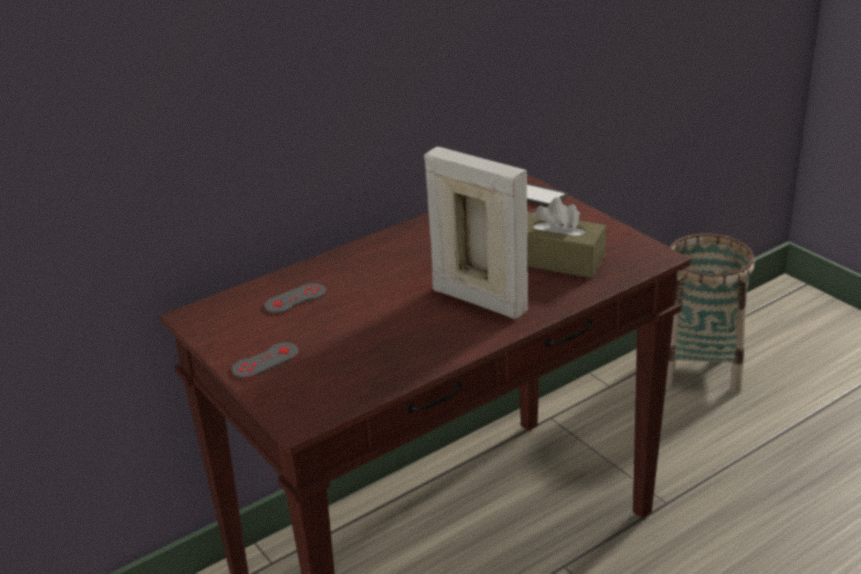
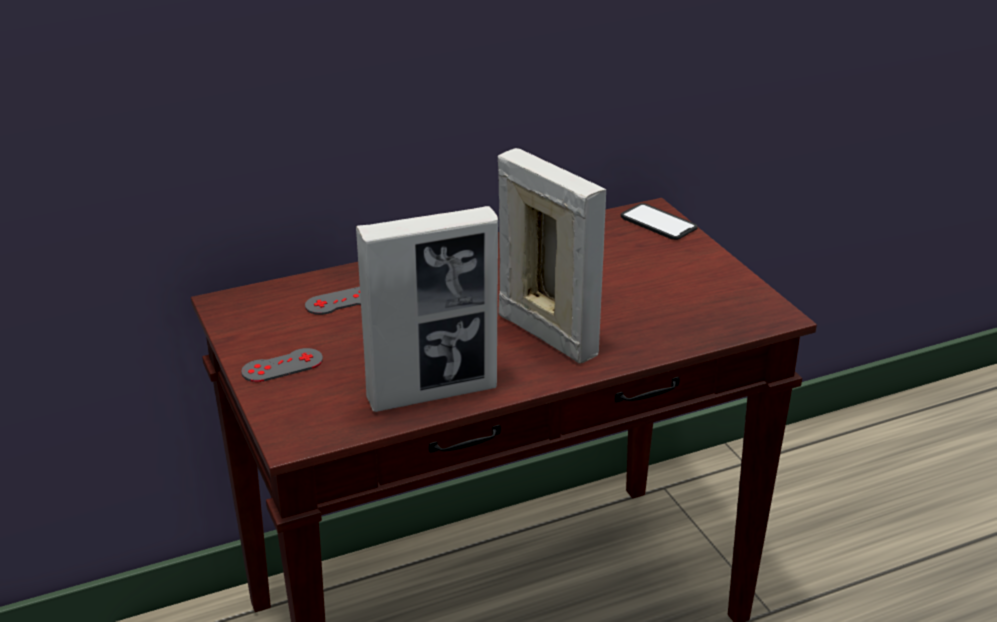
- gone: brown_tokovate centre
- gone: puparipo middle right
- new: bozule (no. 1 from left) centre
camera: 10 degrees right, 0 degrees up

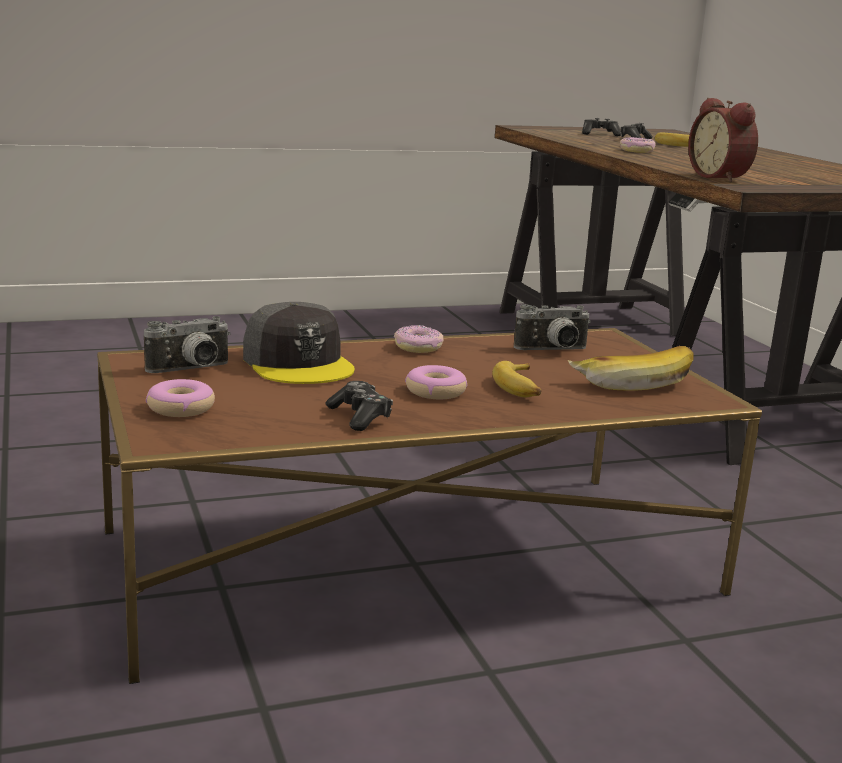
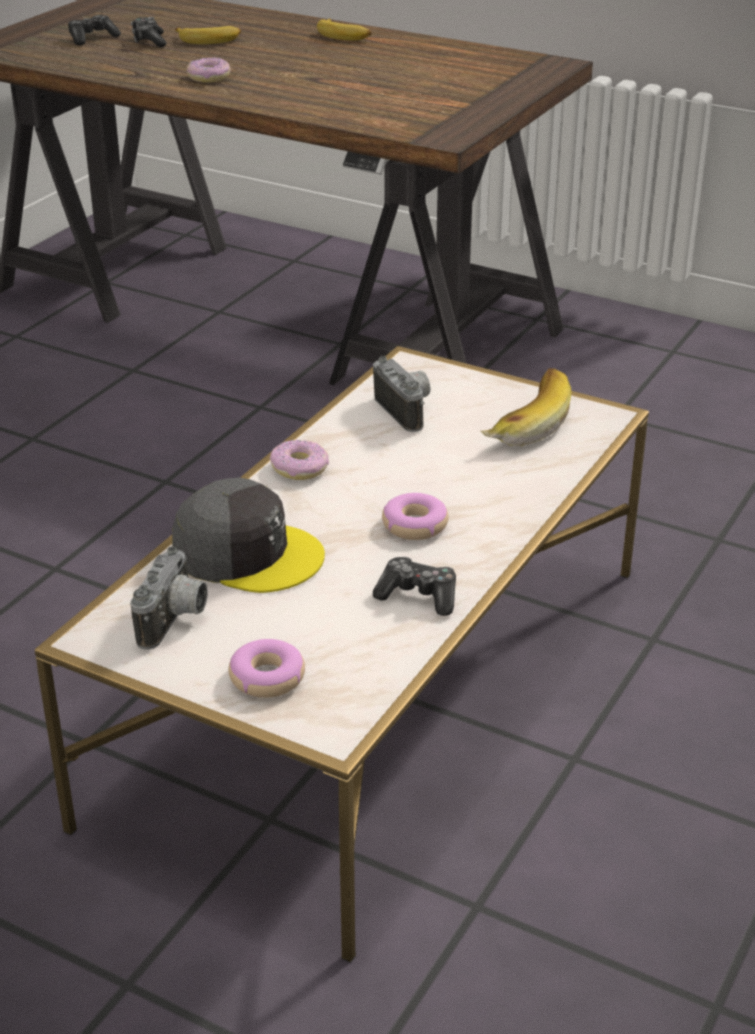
- gone: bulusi top right
- rotated: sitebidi (no. 2 from left) centre = centre 60 degrees counterclockwise
- repainted: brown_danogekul centre to white_danogekul centre
- shifted: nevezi (no. 1 from left in the first image) centre to nevezi (no. 2 from left) top centre
camera: 40 degrees left, 15 degrees up

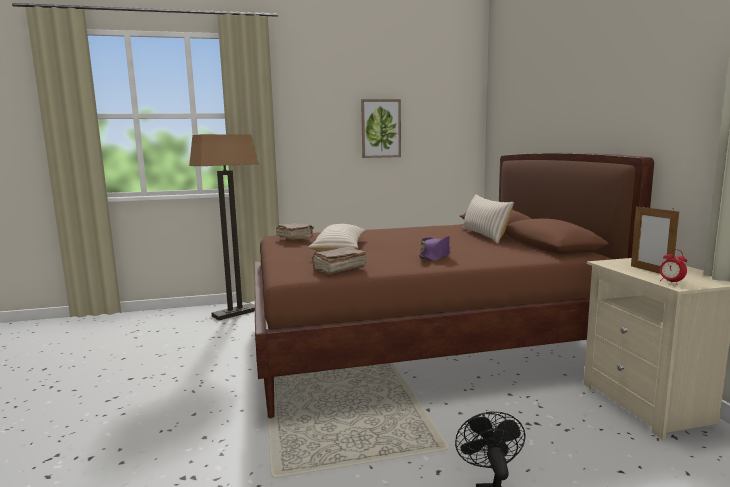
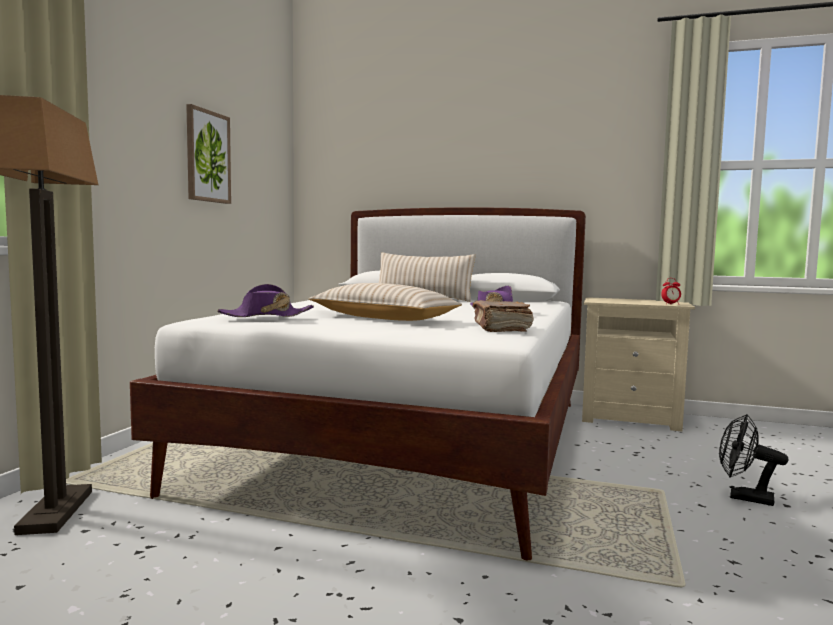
- repainted: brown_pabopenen centre to white_pabopenen centre
- gone: bozule middle right
- swapped: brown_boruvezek (no. 1 from left) centre to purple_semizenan (no. 1 from left) middle left
camera: 60 degrees left, 5 degrees down

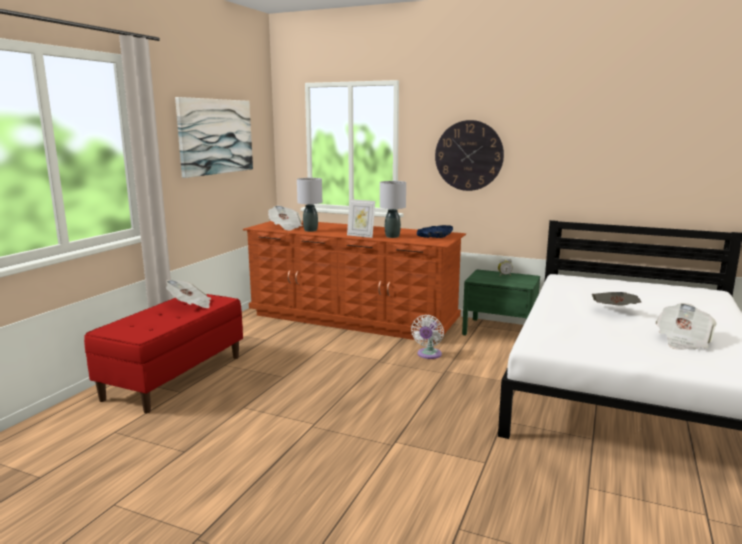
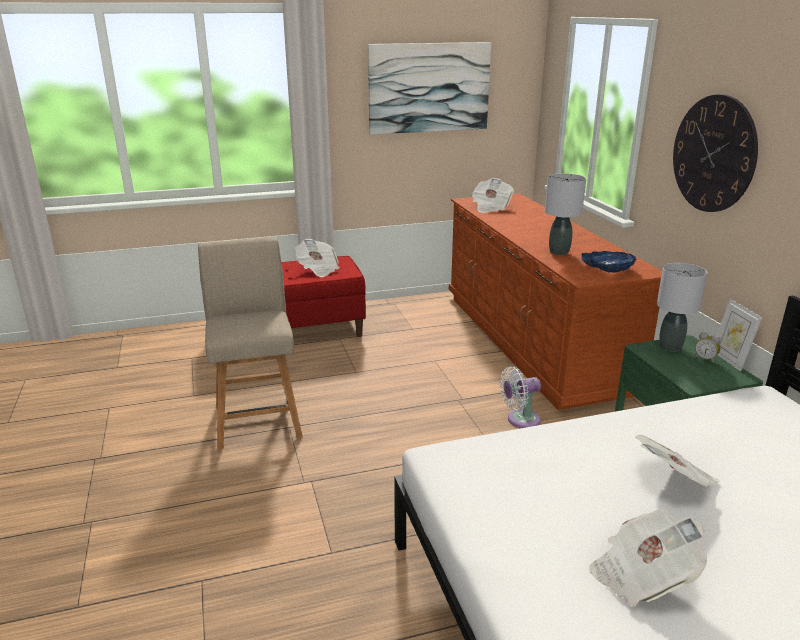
- shifted: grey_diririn (no. 1 from left in the first image) centre to grey_diririn (no. 2 from left) middle right
- shifted: bozule centre to middle right
- new: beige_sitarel middle left
camera: 50 degrees right, 10 degrees up

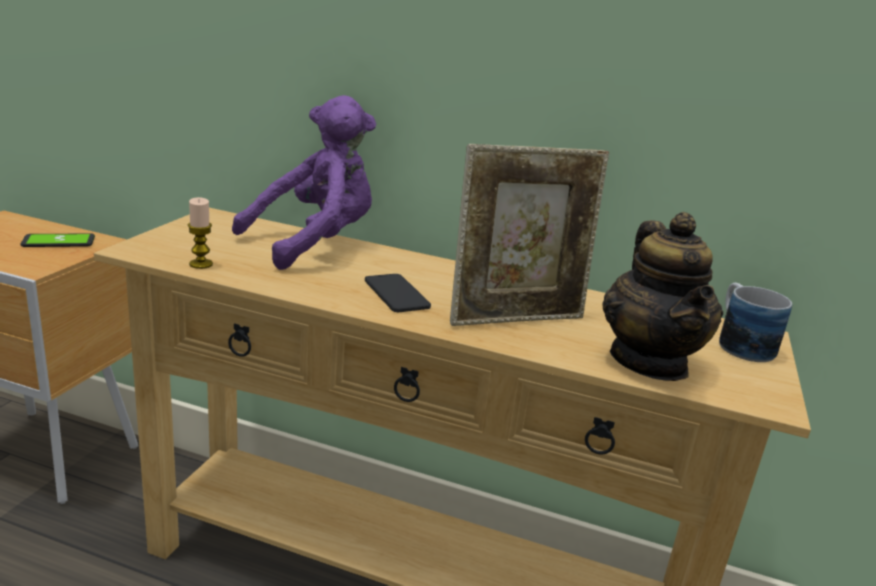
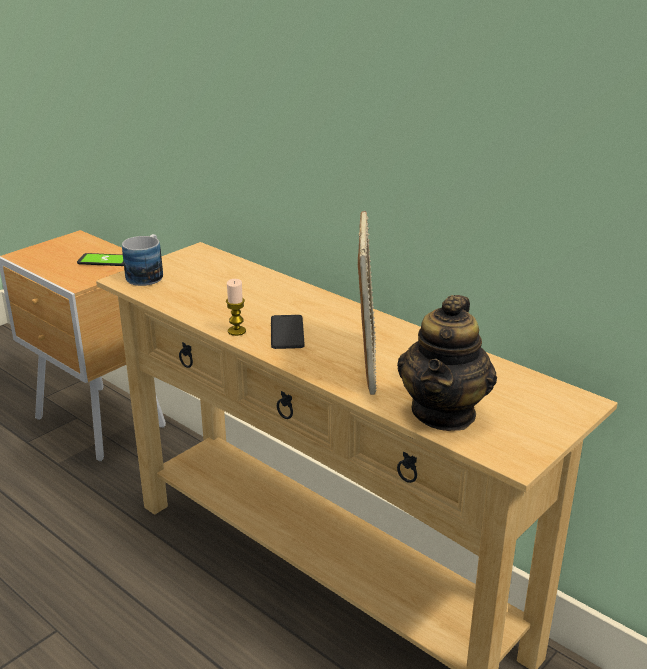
- gone: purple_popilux top centre
- rotated: bozule centre = centre 90 degrees counterclockwise
- shifted: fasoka middle left to centre
- shifted: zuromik middle right to middle left
camera: 25 degrees right, 5 degrees up

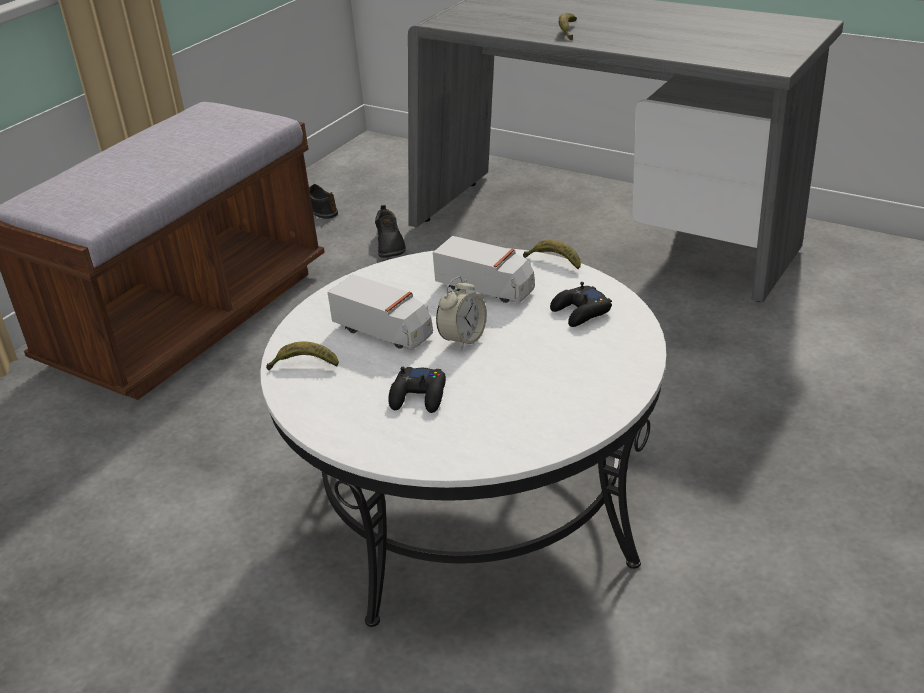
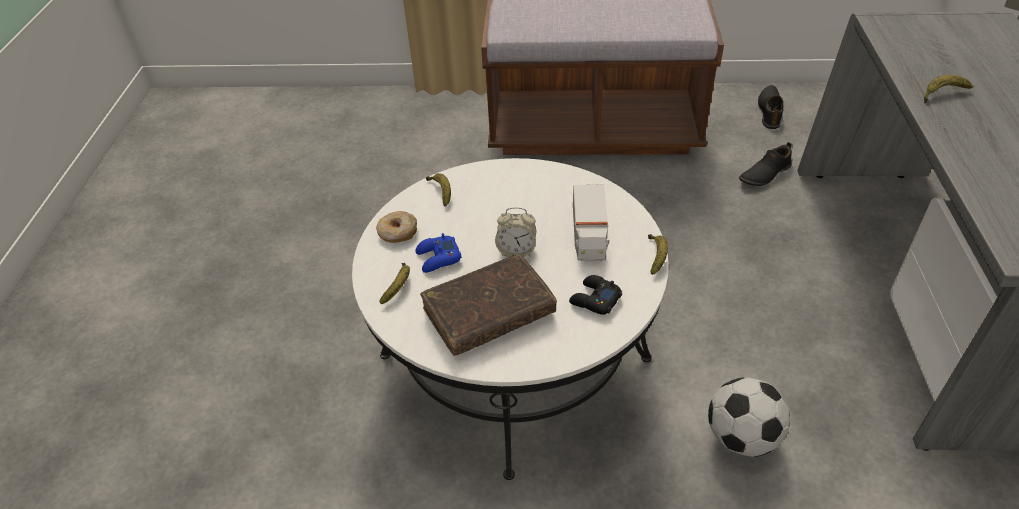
- gone: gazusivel (no. 1 from left) centre
- repainted: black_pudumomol (no. 1 from left) centre to blue_pudumomol centre
- new: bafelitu centre
- new: brown_boruvezek centre
- new: nevezi (no. 1 from left) centre
- new: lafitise bottom right
camera: 60 degrees right, 10 degrees up

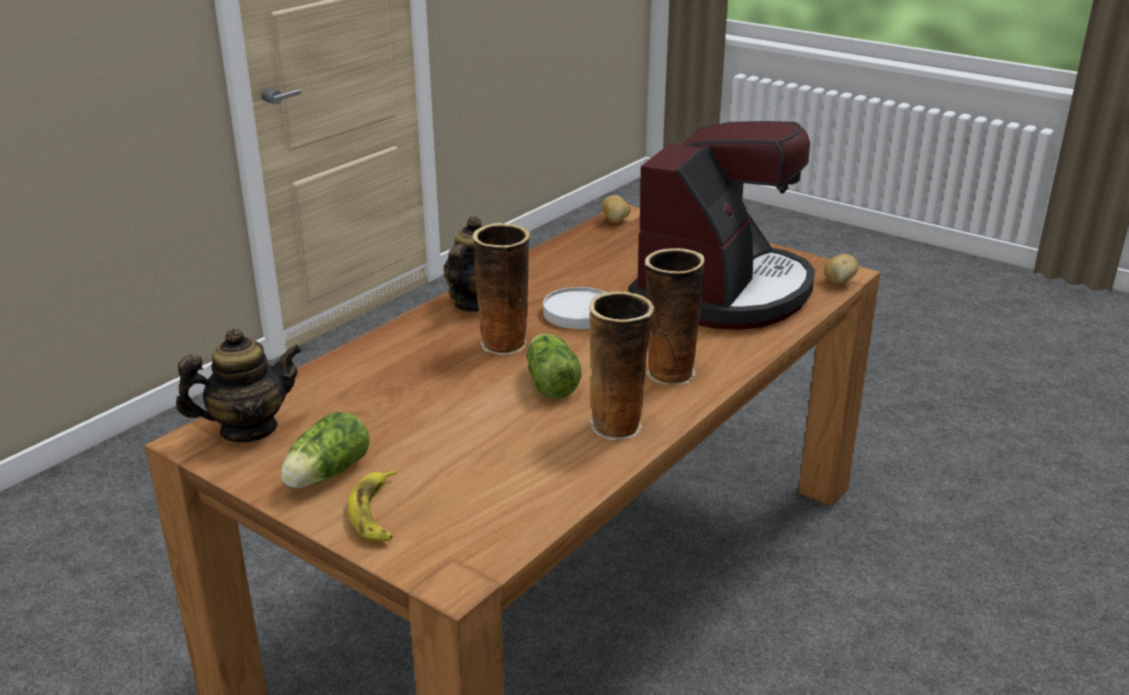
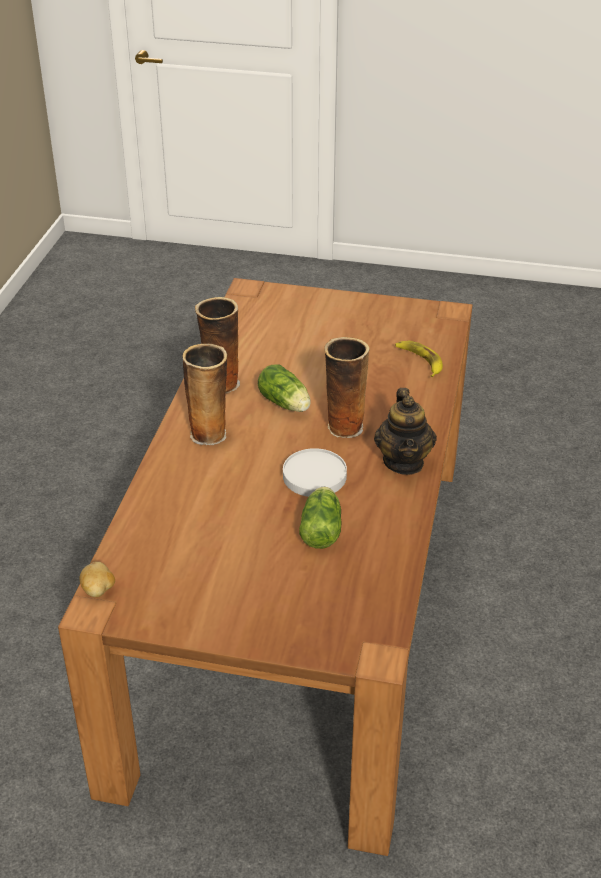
- gone: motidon top centre
- gone: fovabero (no. 1 from left) top centre
- gone: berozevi (no. 1 from left) middle left
- shifted: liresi (no. 1 from left in the first image) middle left to liresi (no. 2 from left) centre
- shifted: nevezi bottom left to middle right
camera: 155 degrees right, 10 degrees up

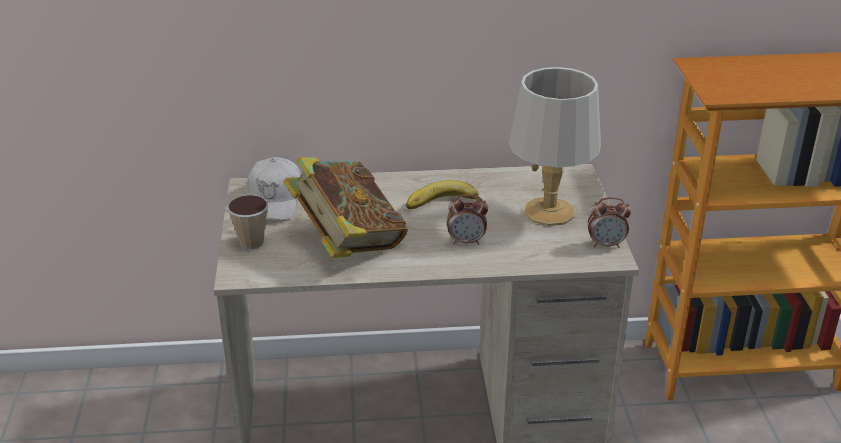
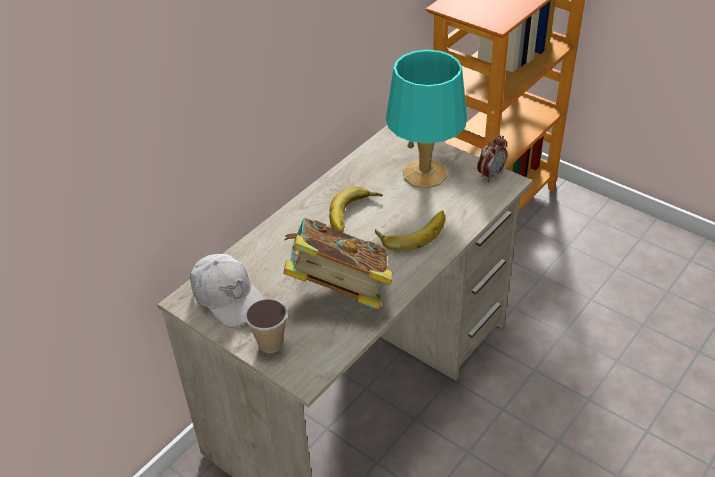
- repainted: grey_diririn top centre to turquoise_diririn top centre
- swapped: bulusi (no. 1 from left) centre to nevezi (no. 2 from left) centre
camera: 45 degrees left, 10 degrees up

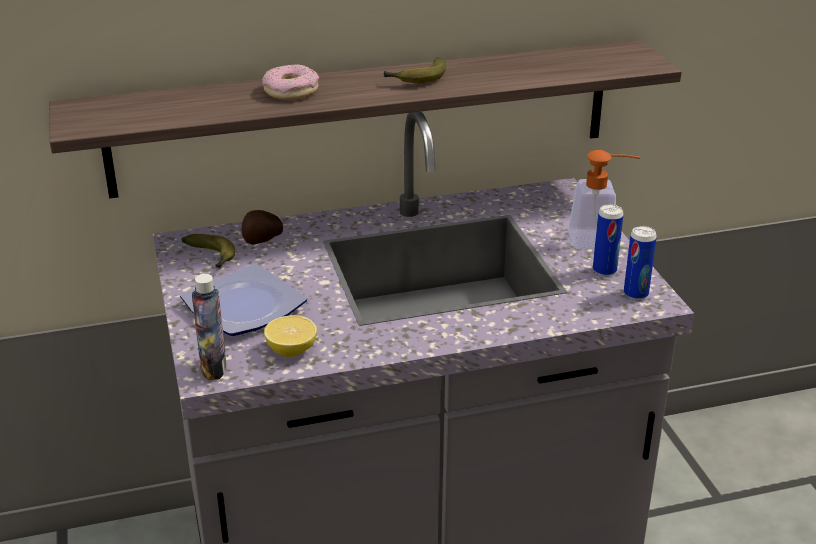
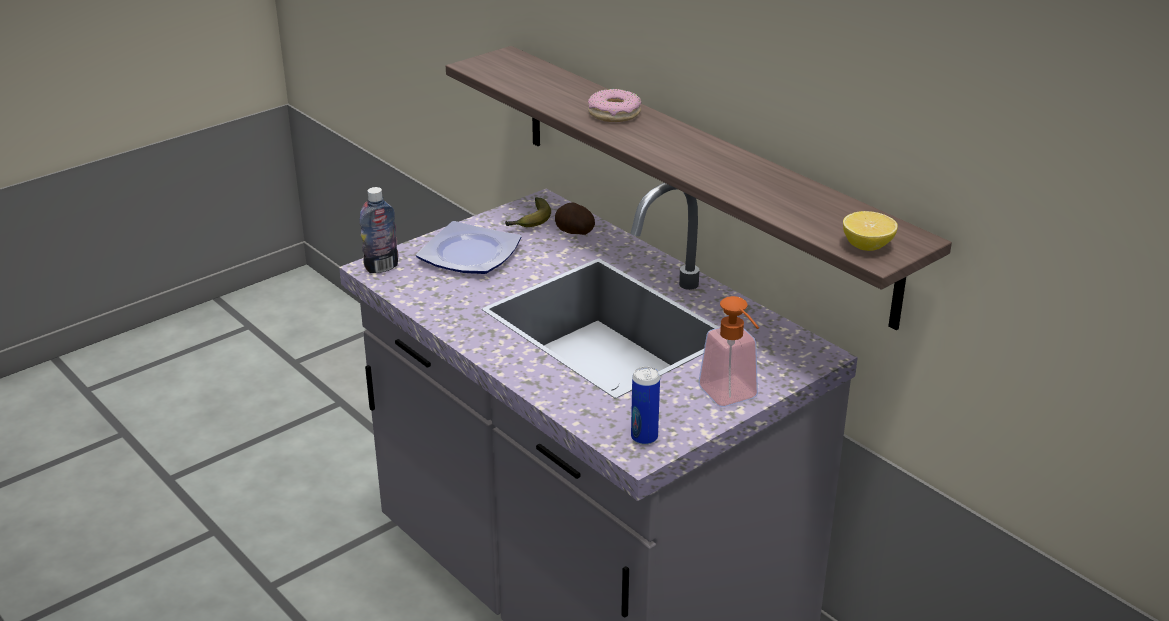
- gone: nevezi (no. 2 from left) top centre
- gone: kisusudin (no. 1 from left) middle right
- shifted: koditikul centre to middle right
camera: 65 degrees right, 0 degrees up

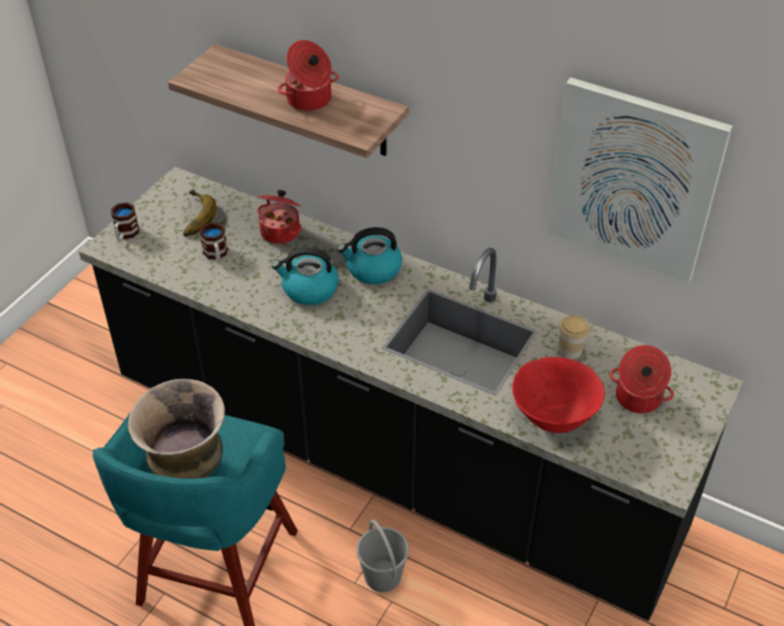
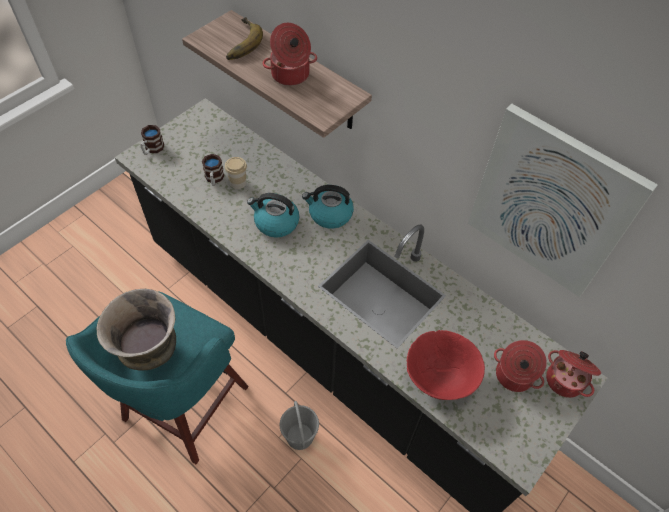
- shifted: nevezi middle left to top centre
- shifted: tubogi (no. 1 from left in the first image) centre to tubogi (no. 3 from left) bottom right
- shifted: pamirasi middle right to centre
camera: 10 degrees right, 10 degrees up

